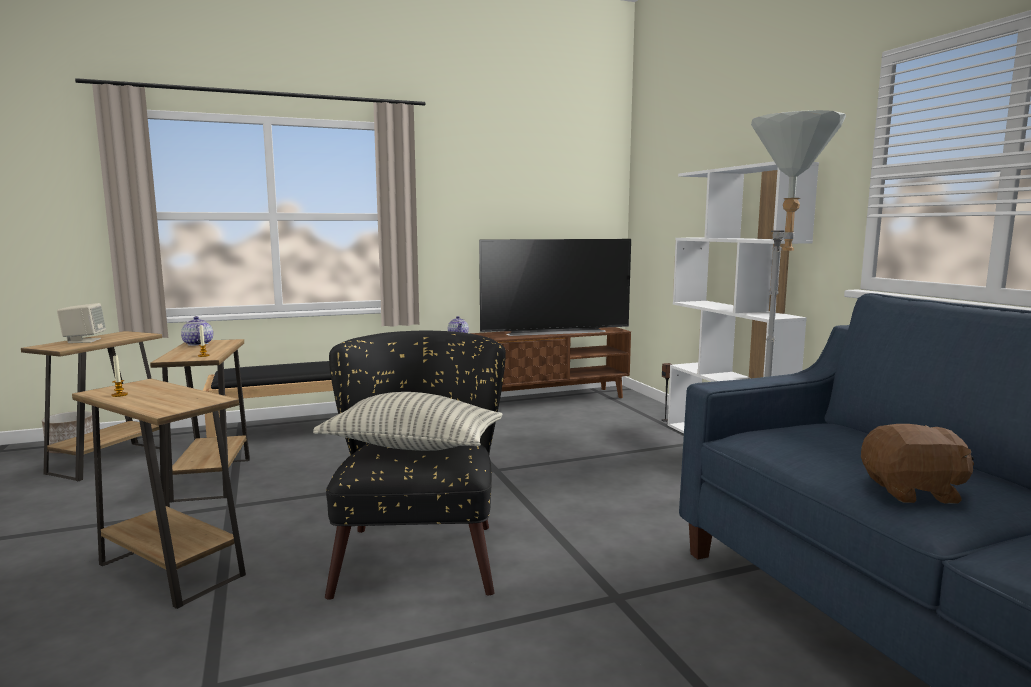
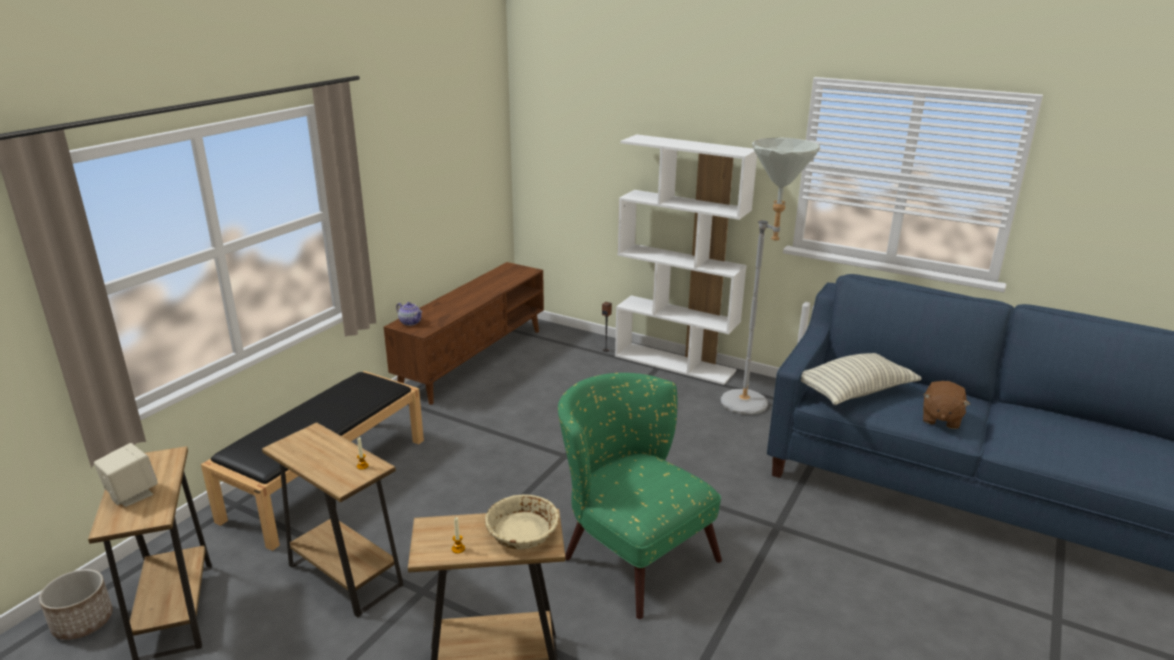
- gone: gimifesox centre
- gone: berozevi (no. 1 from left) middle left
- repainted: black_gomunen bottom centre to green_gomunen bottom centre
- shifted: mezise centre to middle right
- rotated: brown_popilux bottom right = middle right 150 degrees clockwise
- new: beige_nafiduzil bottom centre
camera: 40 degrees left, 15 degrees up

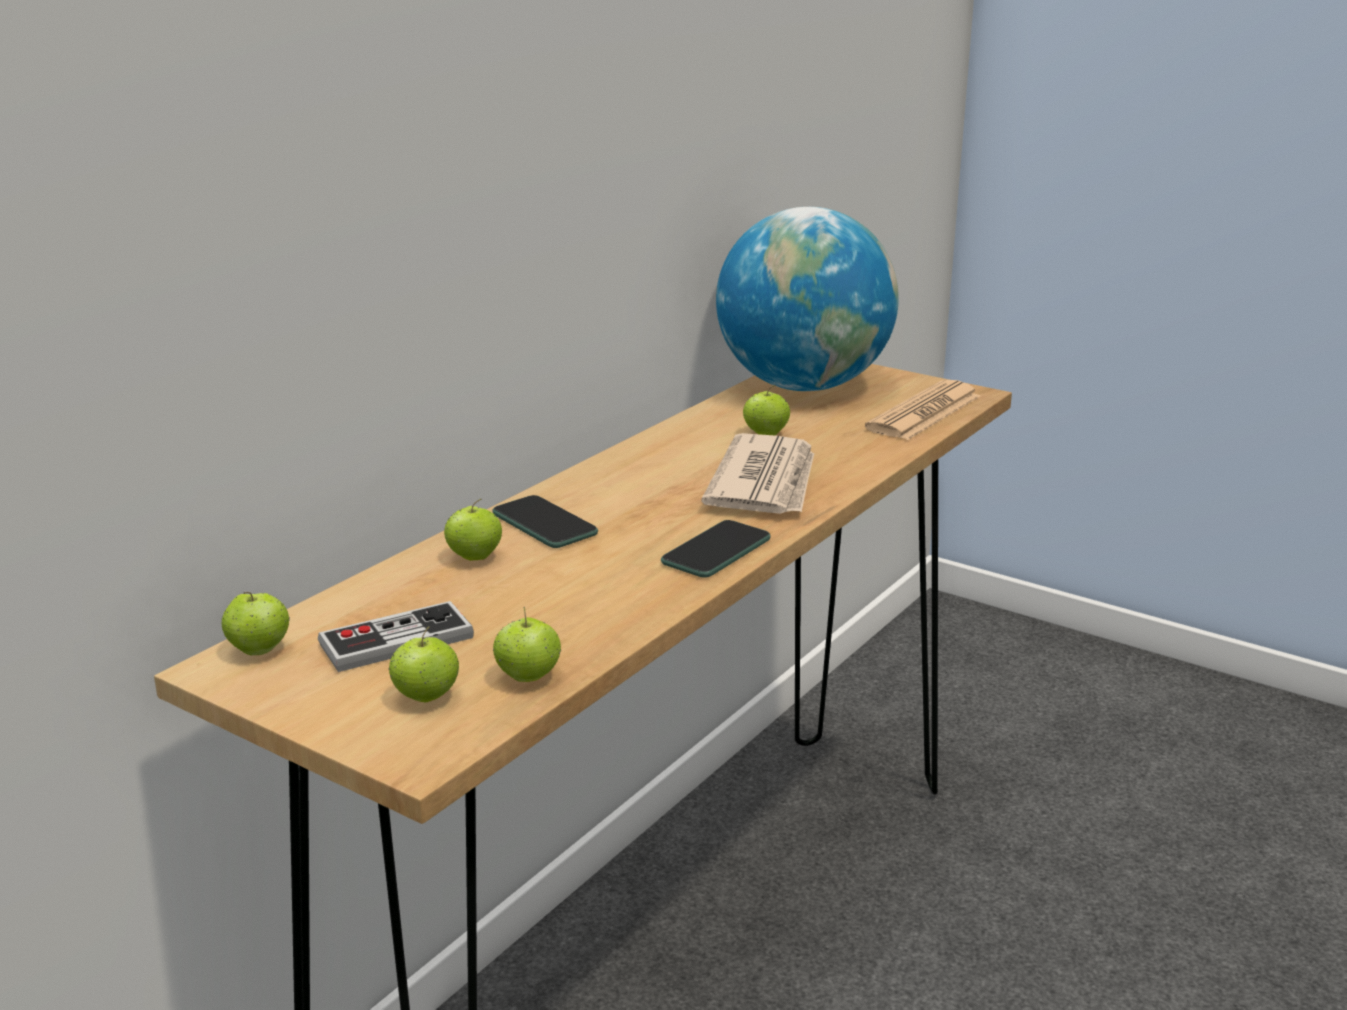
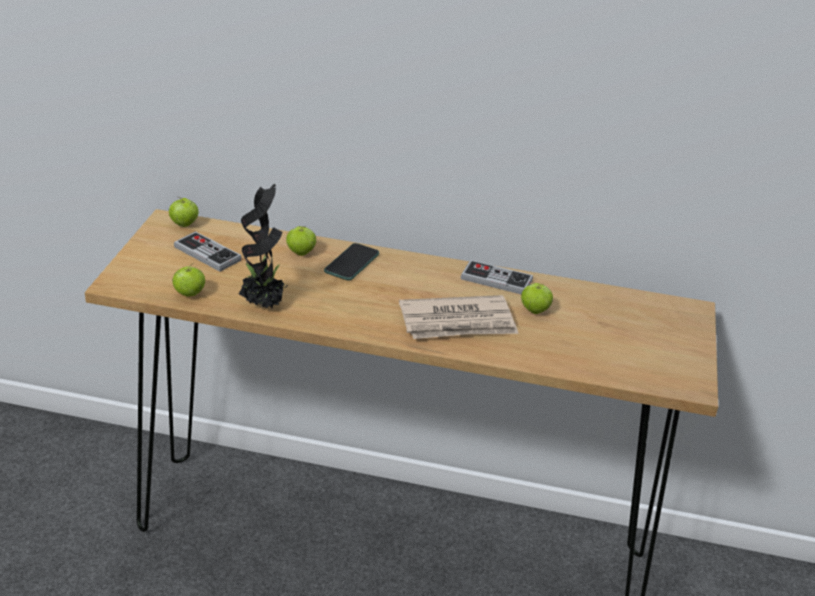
- gone: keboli top centre
- gone: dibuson (no. 2 from left) middle right
- gone: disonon (no. 2 from left) centre
- gone: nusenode (no. 2 from left) middle left
- new: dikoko middle left
- new: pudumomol (no. 2 from left) centre
camera: 65 degrees right, 10 degrees up

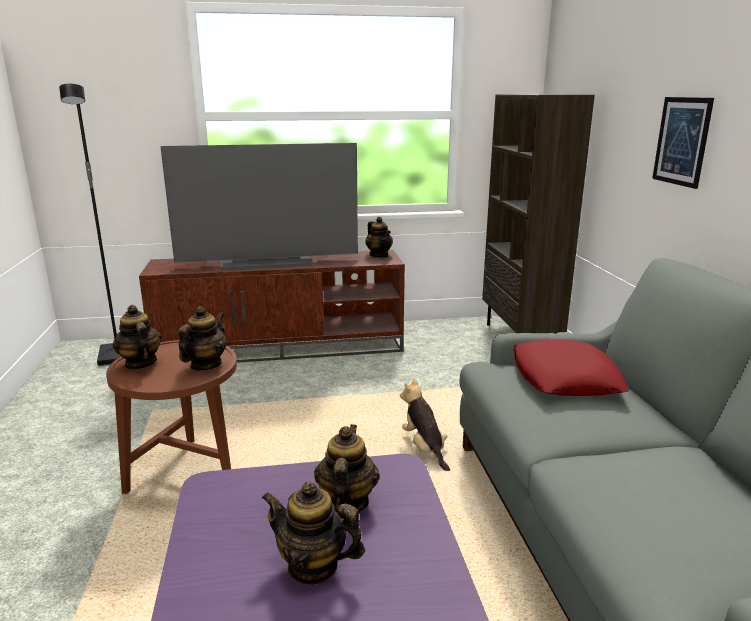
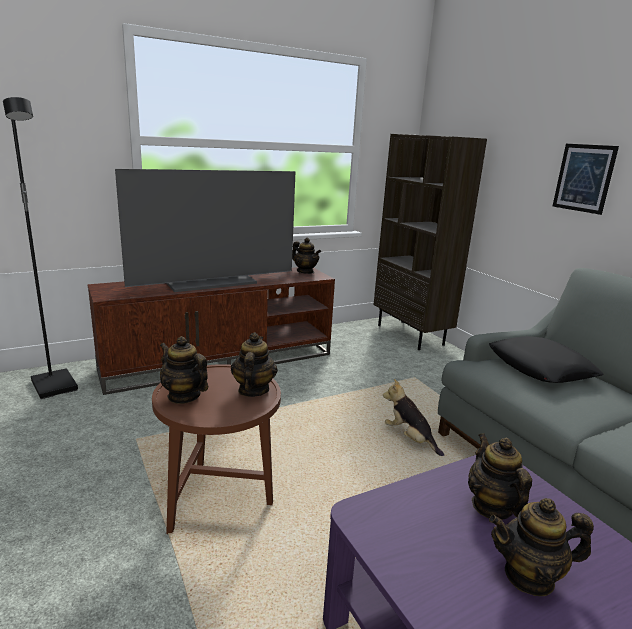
- repainted: red_mezise middle right to black_mezise middle right
camera: 20 degrees left, 0 degrees up

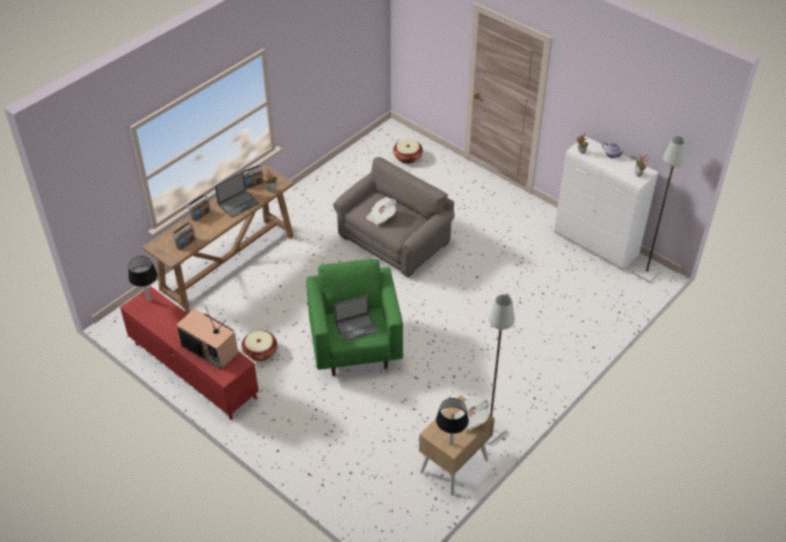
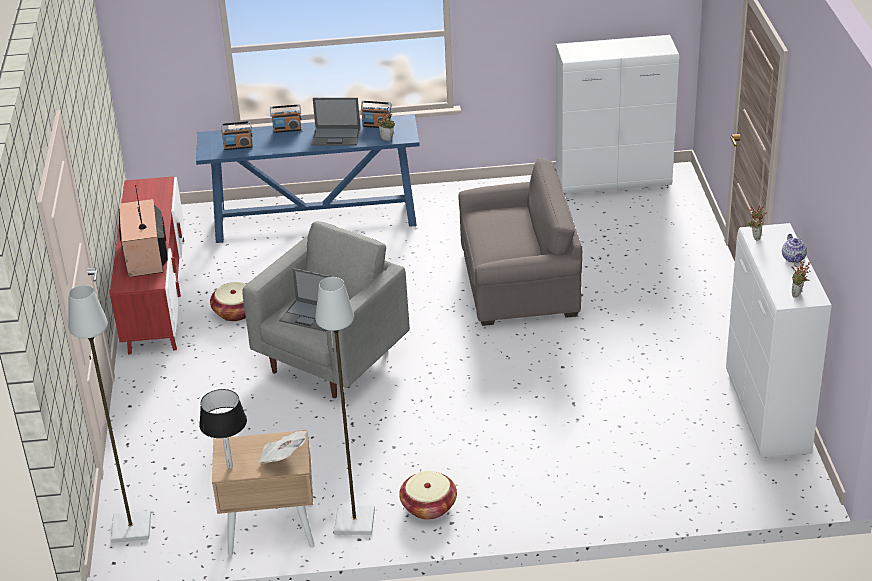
- shifted: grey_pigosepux (no. 2 from left in the first image) middle right to grey_pigosepux (no. 1 from left) bottom left
- shifted: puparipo (no. 2 from left) top centre to bottom centre
- repainted: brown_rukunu middle left to blue_rukunu top centre
- gone: dibuson (no. 1 from left) centre
- gone: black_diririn (no. 1 from left) middle left
- repainted: green_gomunen centre to grey_gomunen (no. 1 from left) centre
- new: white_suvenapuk (no. 1 from left) top right
camera: 45 degrees right, 10 degrees down

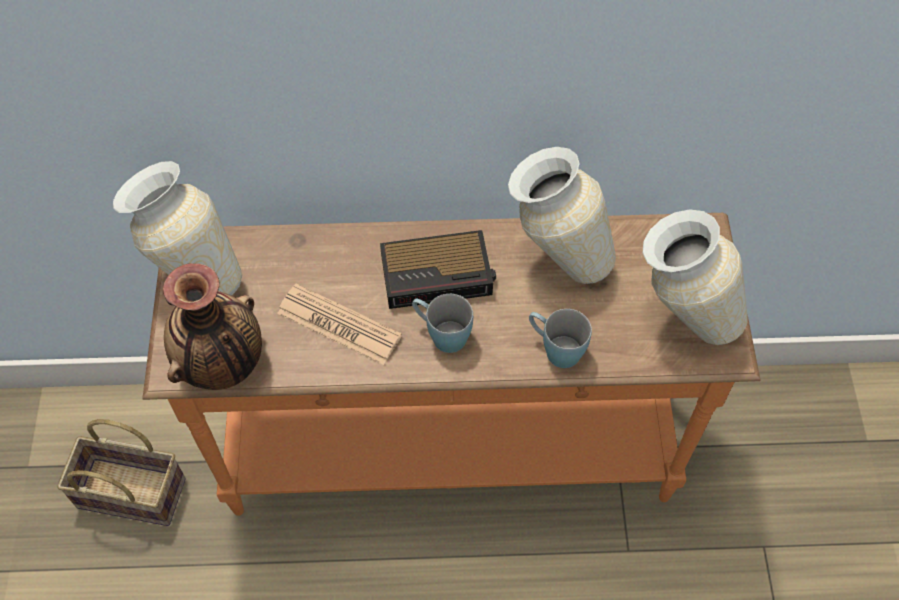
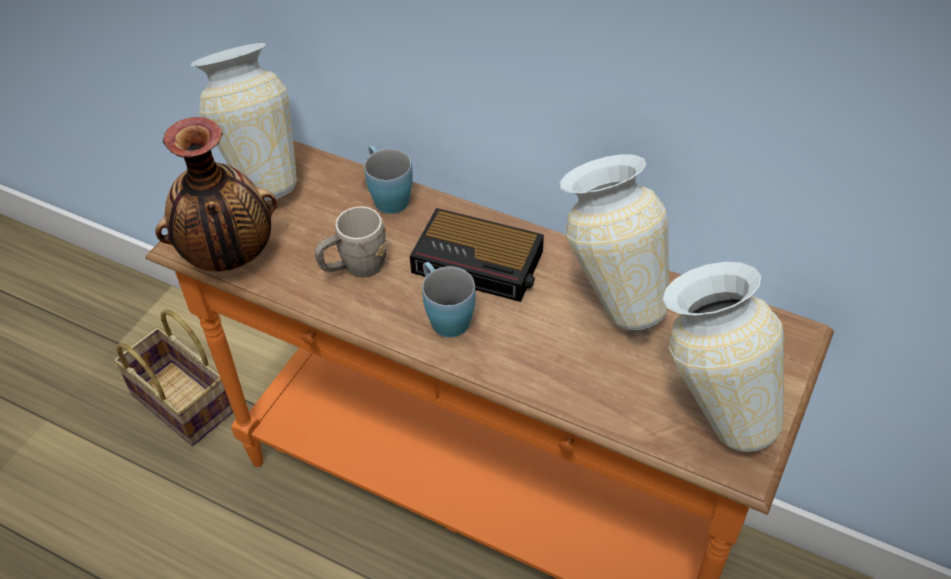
- swapped: dibuson centre to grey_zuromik centre
- shifted: blue_zuromik (no. 2 from left in the first image) centre to blue_zuromik (no. 1 from left) top centre
camera: 30 degrees right, 10 degrees down

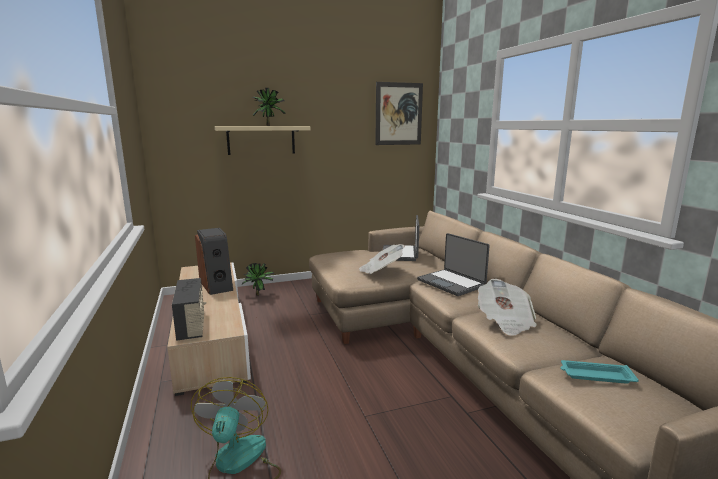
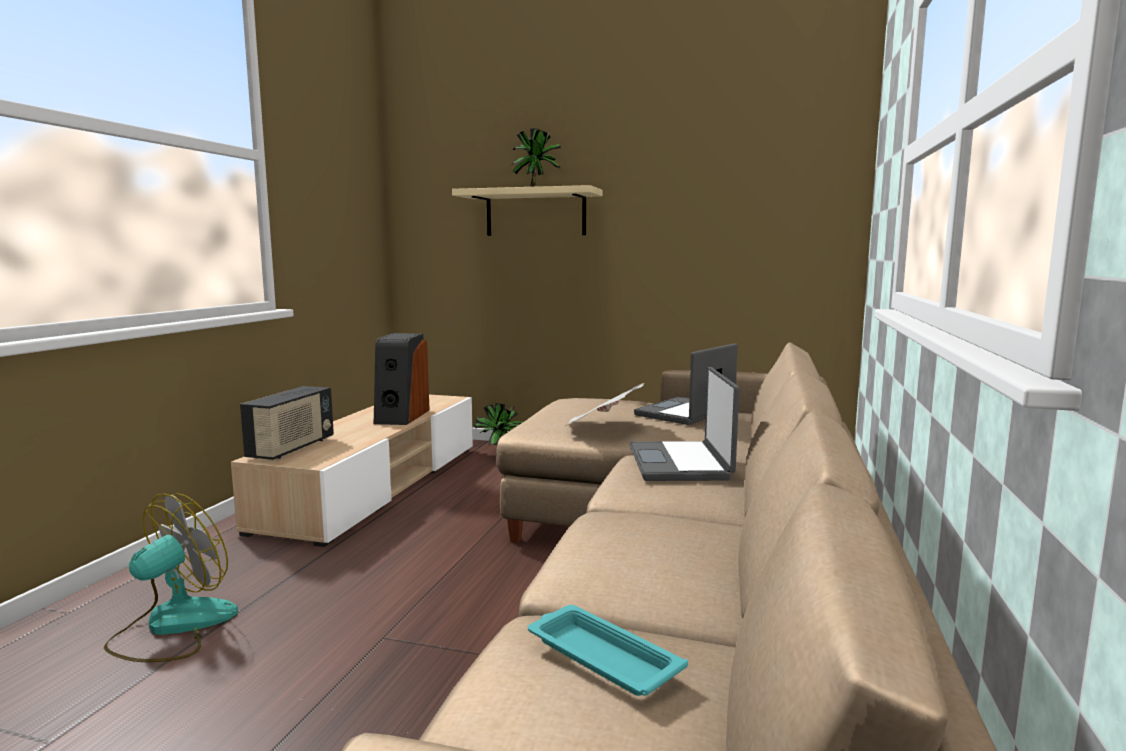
- gone: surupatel top centre
- gone: dibuson (no. 2 from left) middle right
camera: 35 degrees right, 5 degrees down

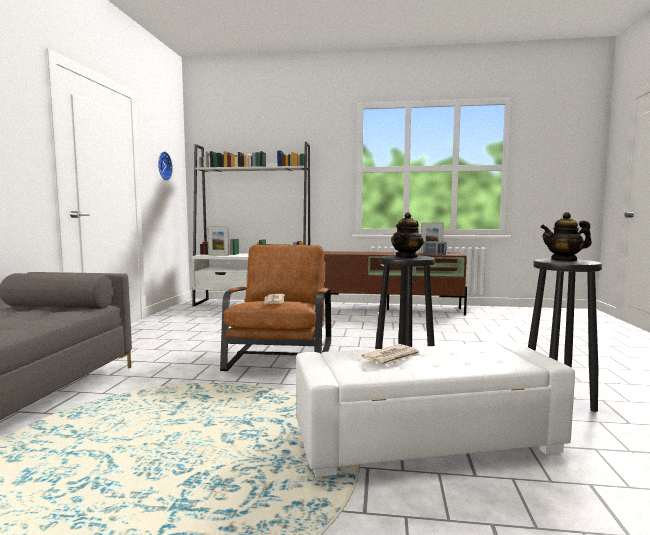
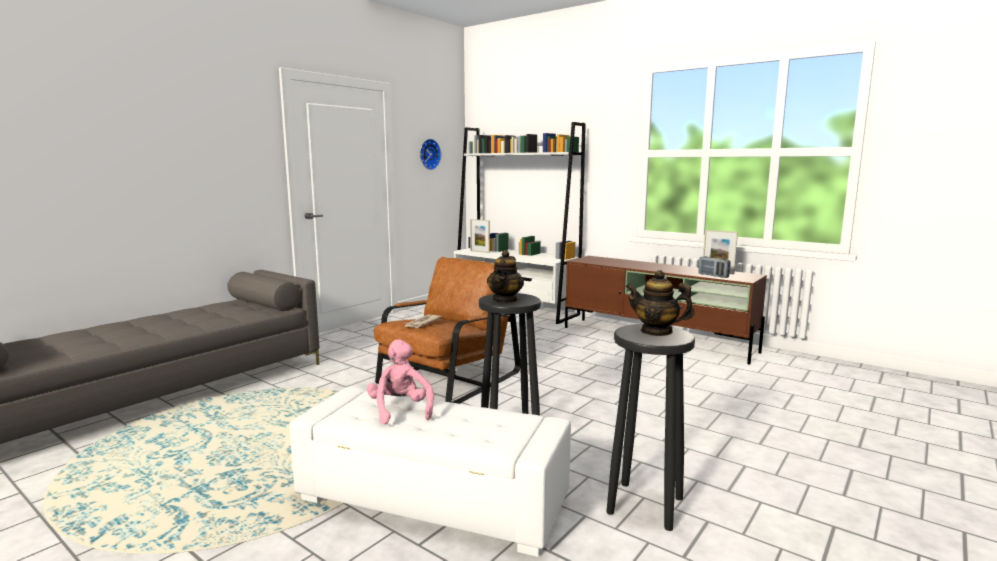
- rotated: berozevi (no. 1 from left) centre = centre 45 degrees counterclockwise
- swapped: dibuson (no. 2 from left) centre to pink_popilux bottom centre
camera: 30 degrees right, 5 degrees up

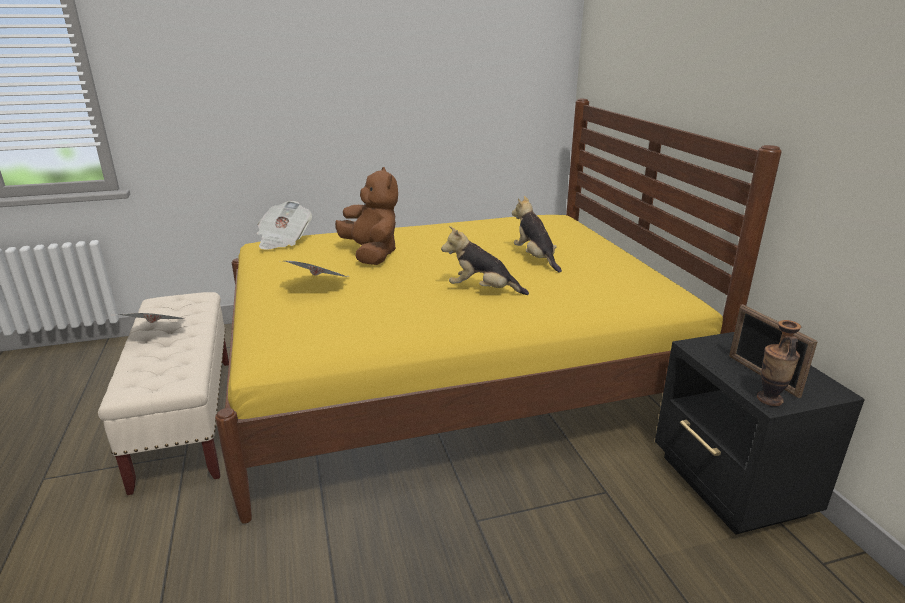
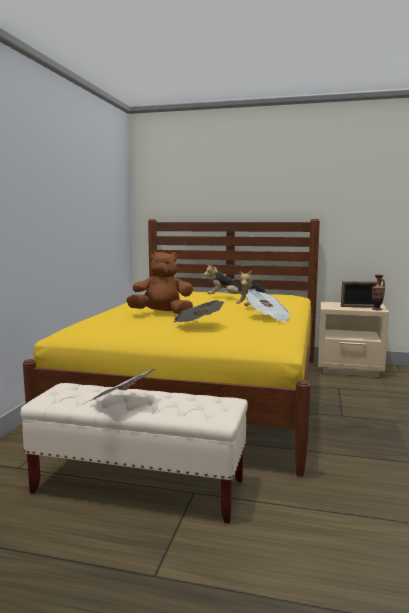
- shifted: dibuson (no. 2 from left in the first image) middle left to dibuson (no. 3 from left) centre
- repainted: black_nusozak bottom right to beige_nusozak middle right
camera: 60 degrees left, 15 degrees down

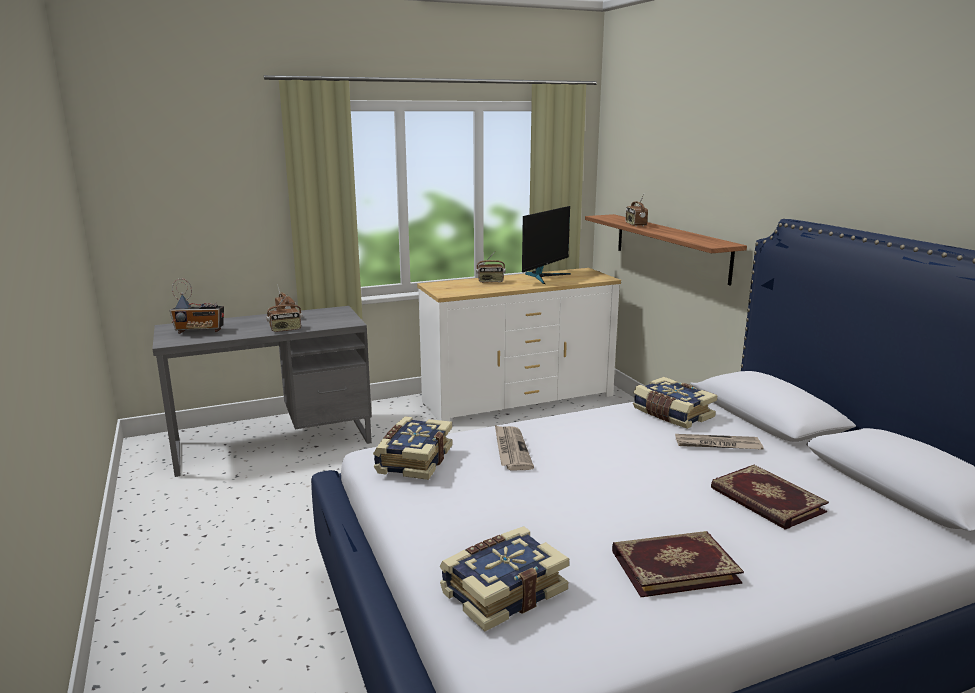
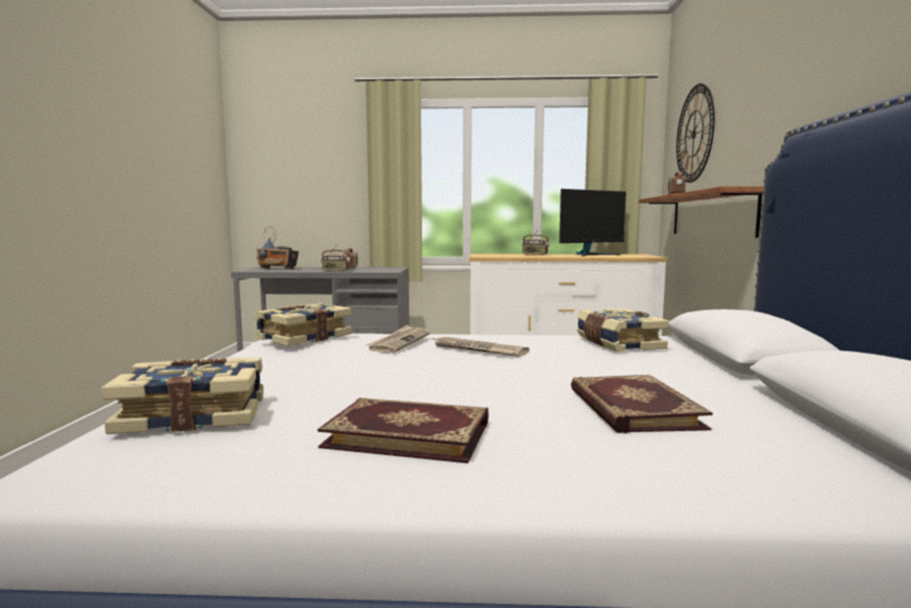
- shifted: dibuson (no. 2 from left) middle right to centre
- new: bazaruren top right
camera: 25 degrees right, 10 degrees down

